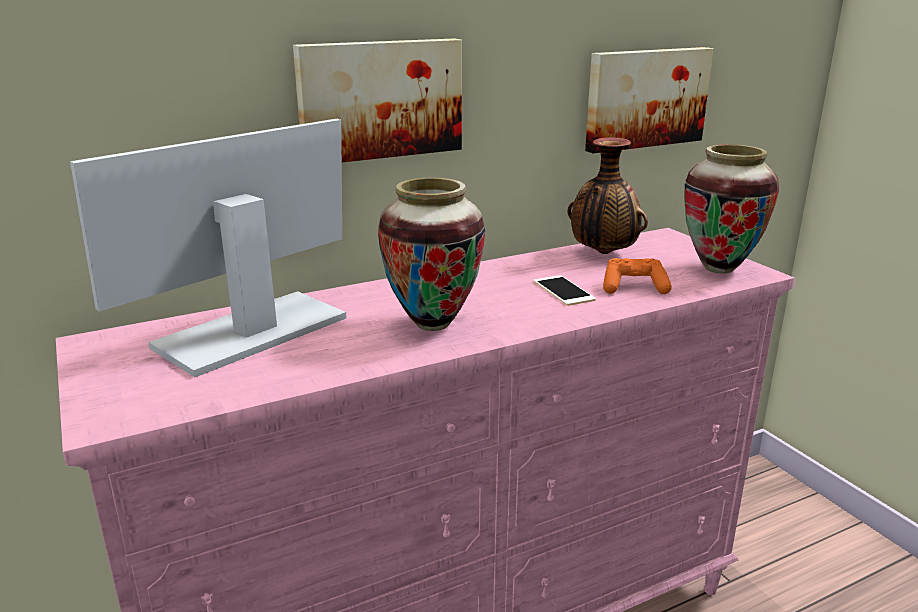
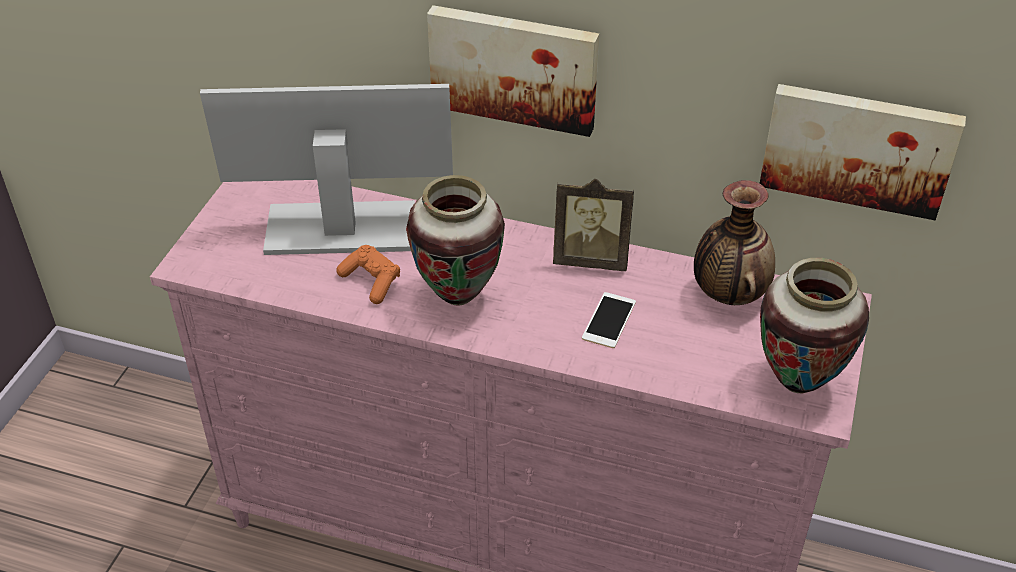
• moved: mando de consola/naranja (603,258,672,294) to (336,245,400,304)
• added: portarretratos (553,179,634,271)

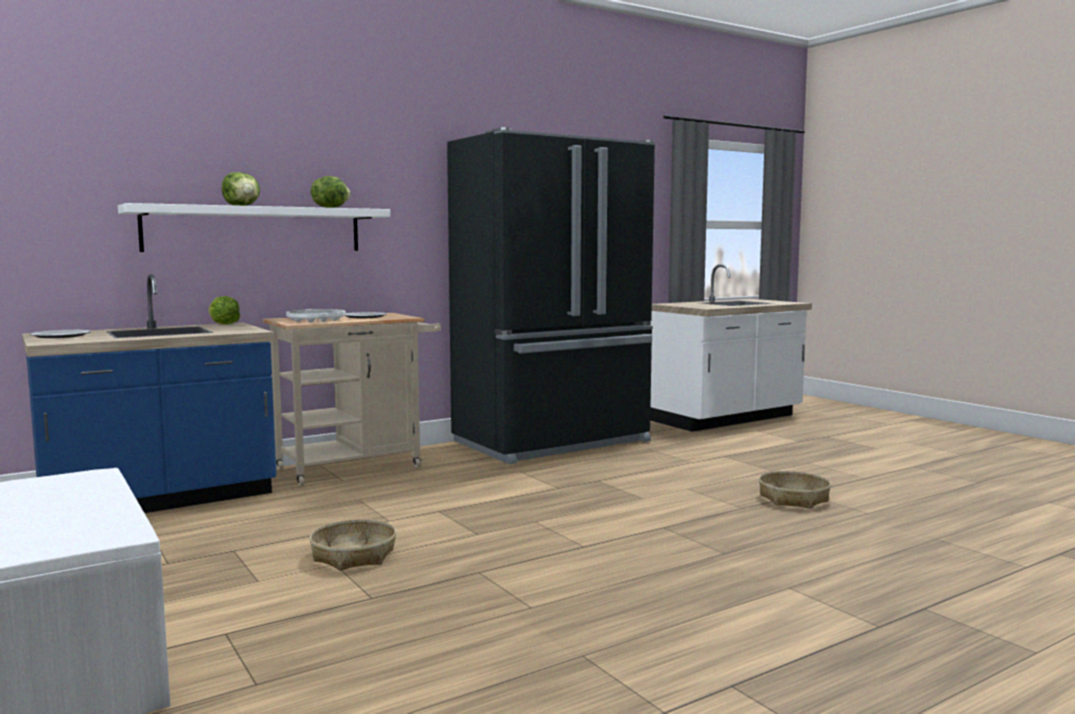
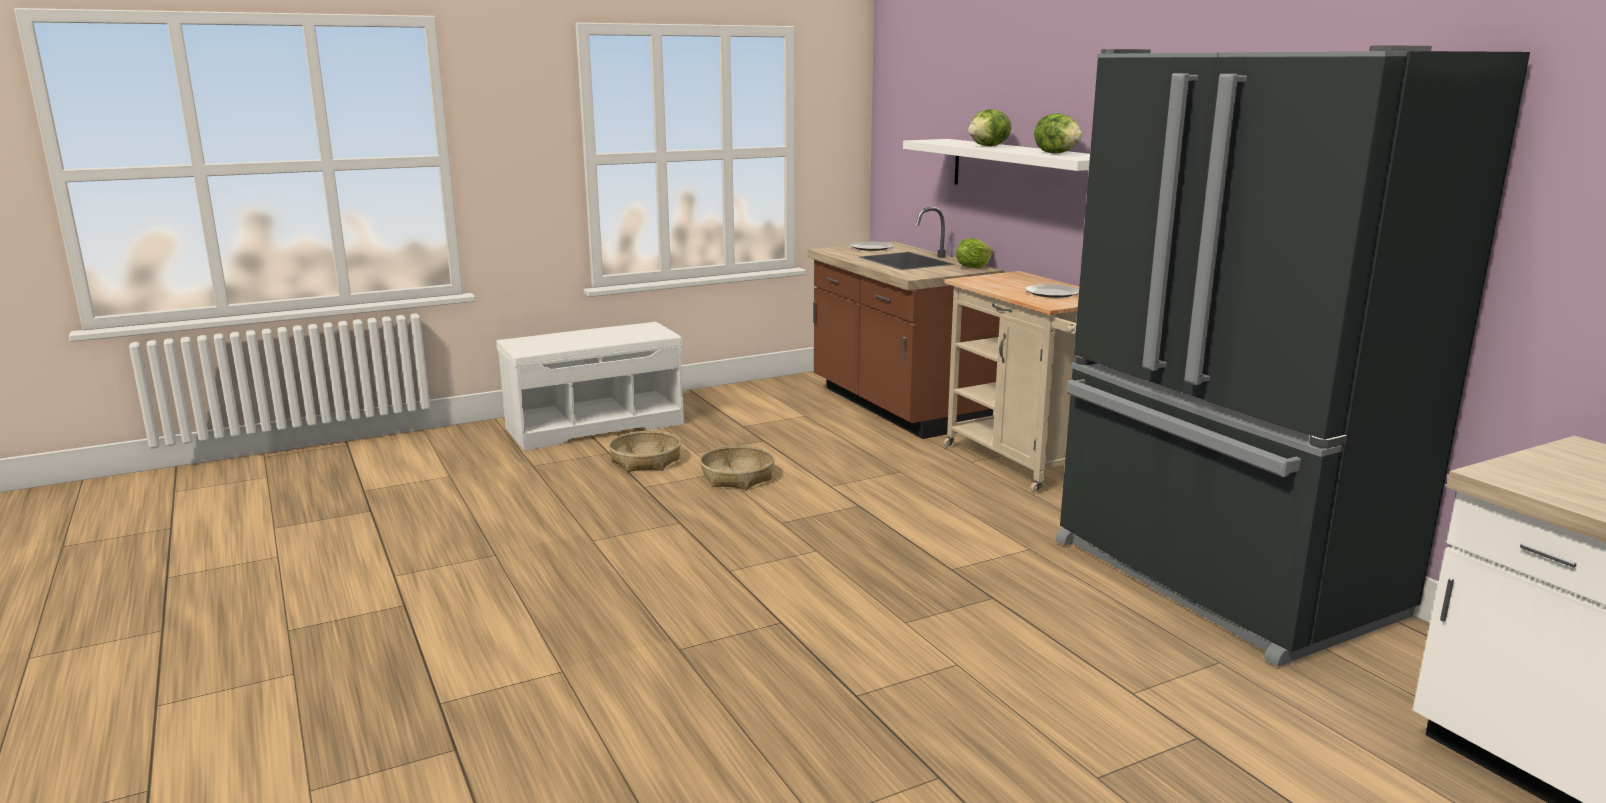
• recoloured: mueble bajo de cocina/azul (22,274,276,513) to mueble bajo de cocina/marrón (807,207,1004,439)
• removed: bandeja/blanco (286,309,346,322)
• moved: cesta (759,471,831,509) to (609,431,681,472)

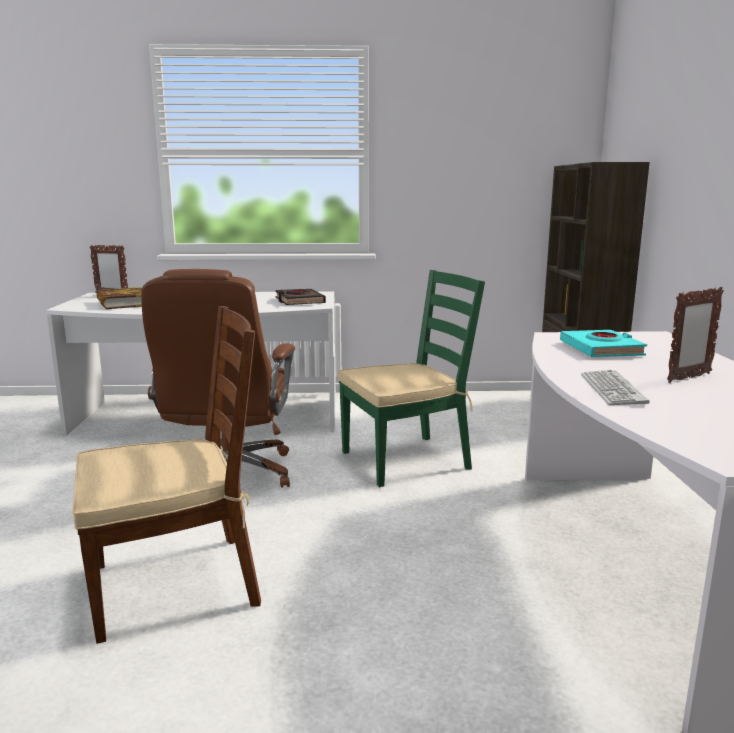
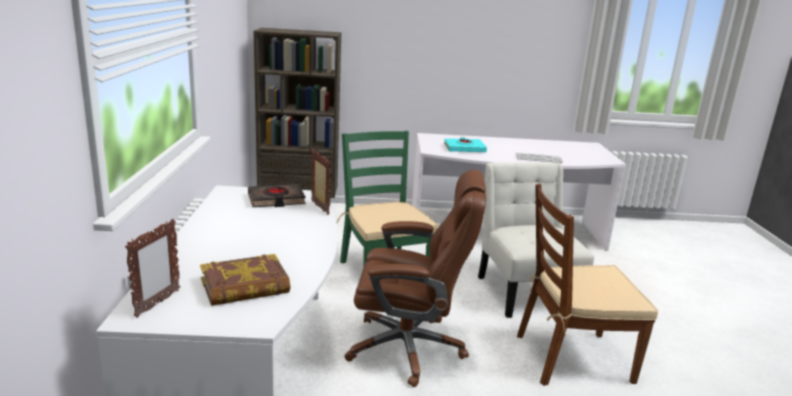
• turned: silla/marrón (72,306,261,644) = (517,184,659,386) 75 degrees counterclockwise
• moved: portarretratos (667,287,724,383) to (311,149,331,215)
• added: silla/blanco (478,162,594,318)

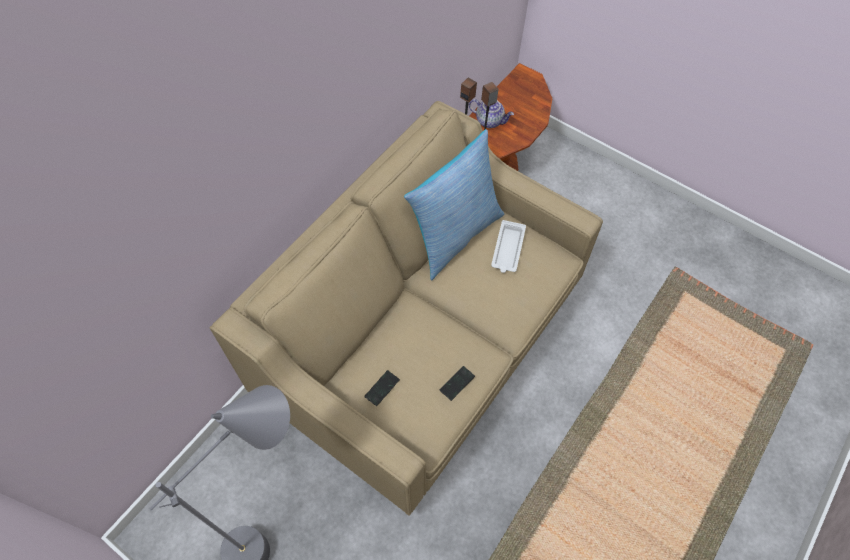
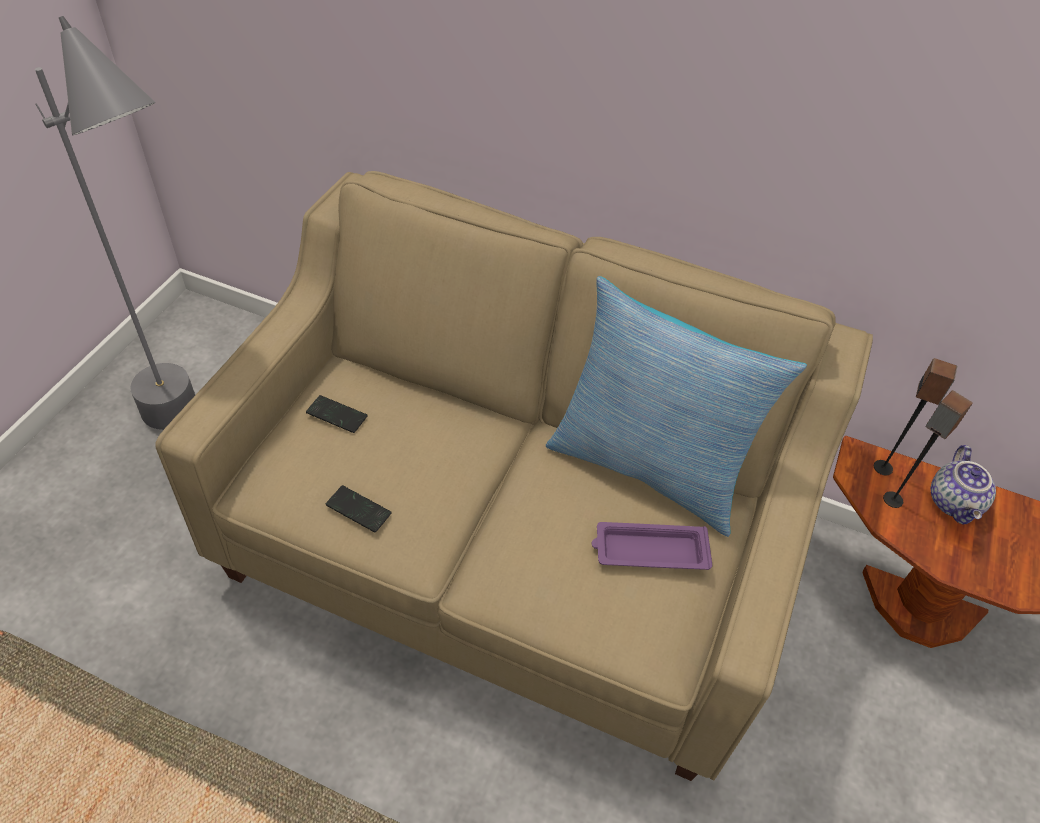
• recoloured: bandeja/blanco (491,220,526,273) to bandeja/morado (592,522,712,570)

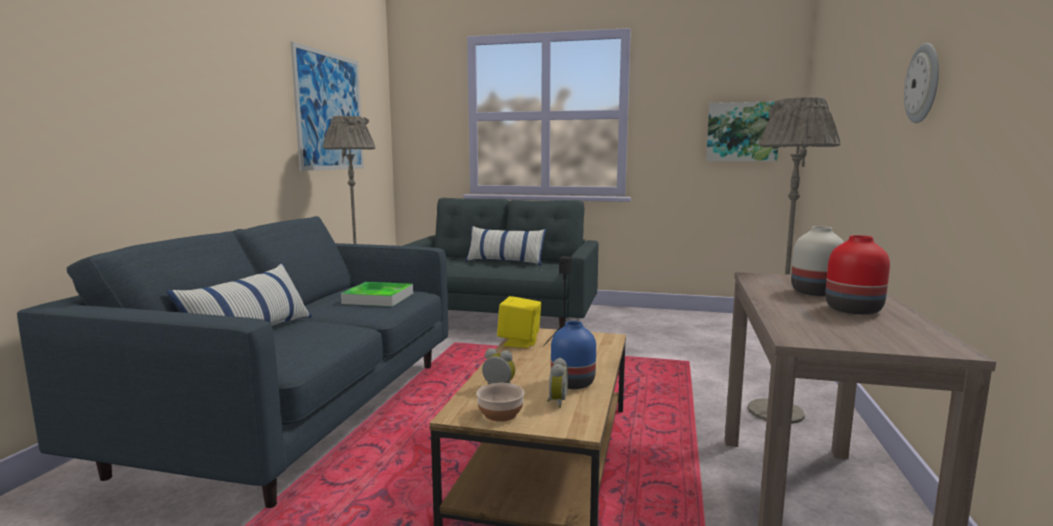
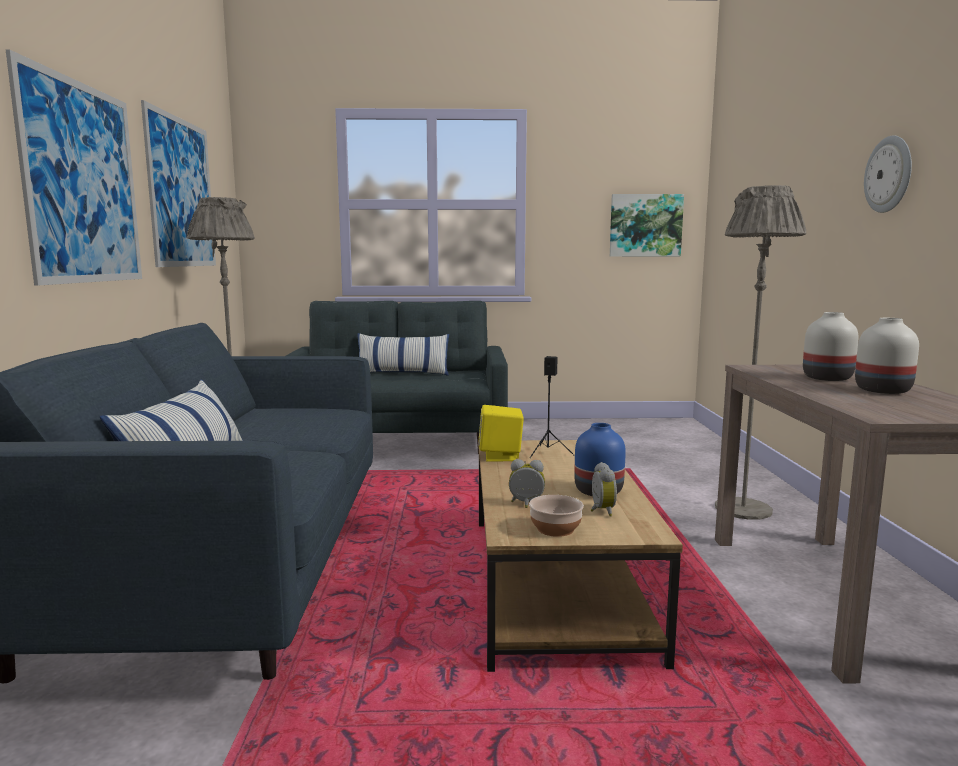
• removed: bandeja (341,282,413,307)
• recoloured: florero/rojo (825,235,890,315) to florero/blanco (855,318,919,394)
• added: cuadro (6,49,142,286)

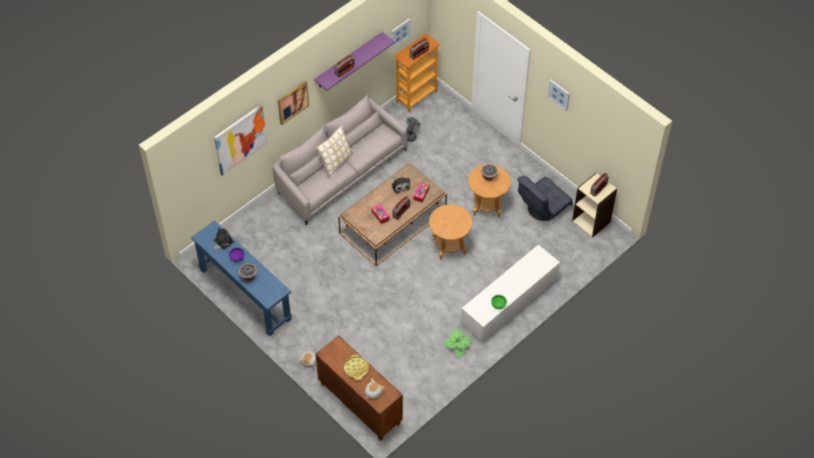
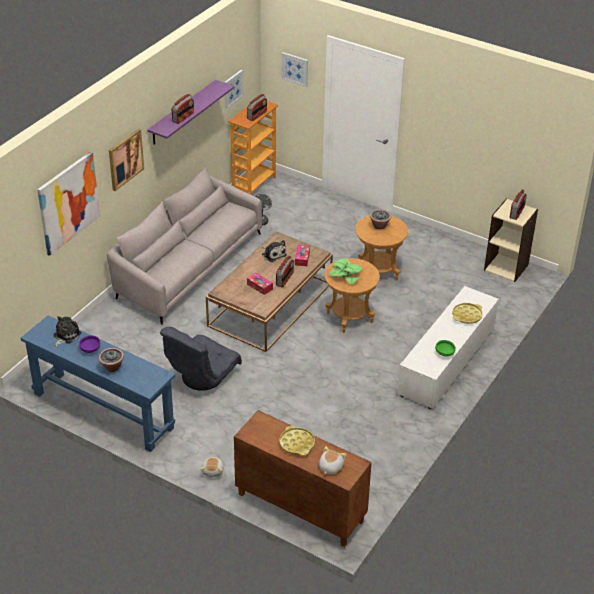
• removed: cojín/beis (316,125,353,177)
• moved: planta en maceta (443,329,472,357) to (329,259,362,285)
• moved: sillón/gris (517,176,573,221) to (160,327,242,391)
• moved: cuadro (547,79,570,111) to (281,52,308,87)
• added: bandeja/amarillo (452,303,483,324)

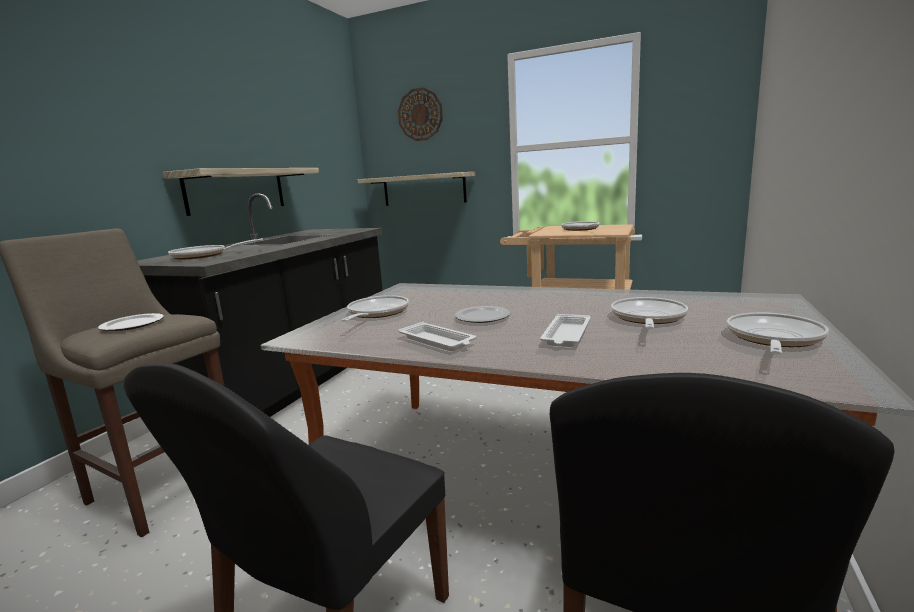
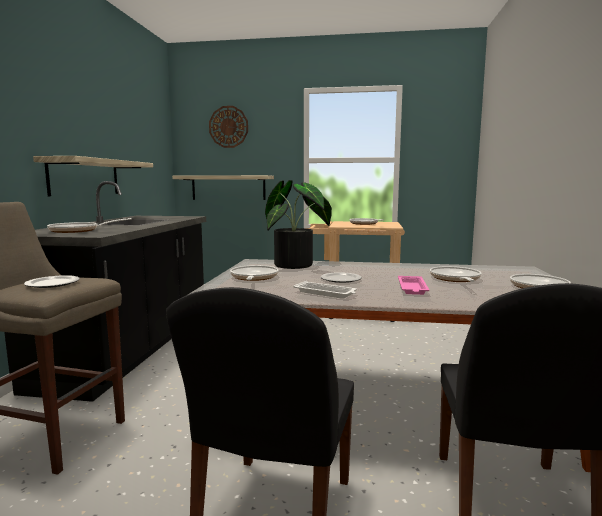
• recoloured: bandeja/blanco (540,314,591,347) to bandeja/rosa (398,276,429,295)
• added: planta en maceta (265,180,332,269)

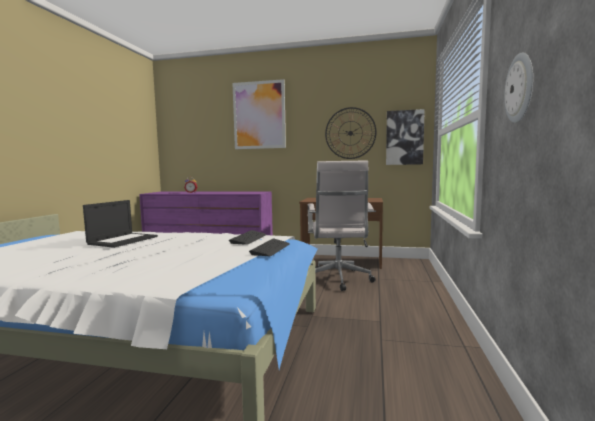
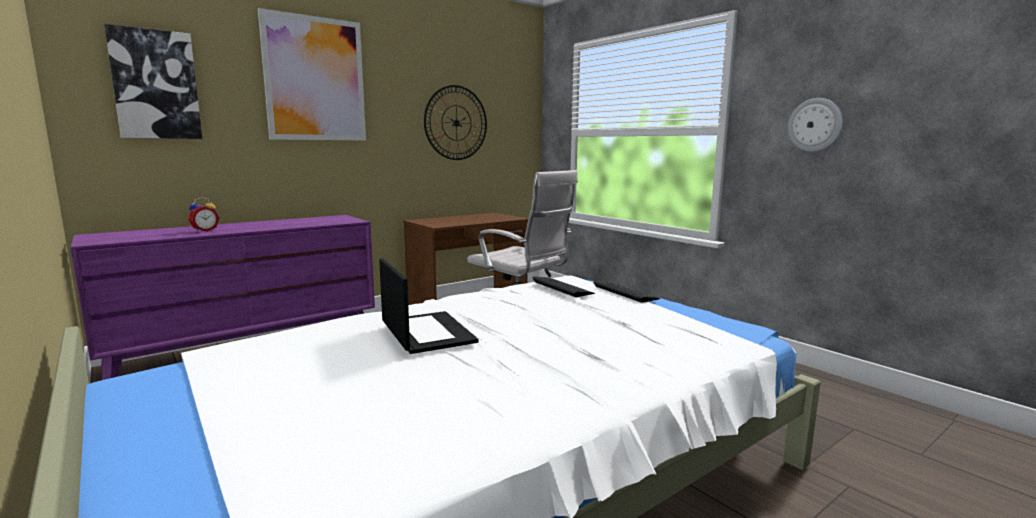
• moved: cuadro (386,109,425,165) to (104,24,202,139)

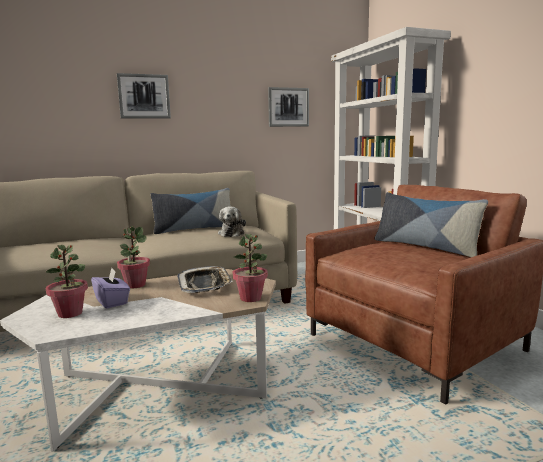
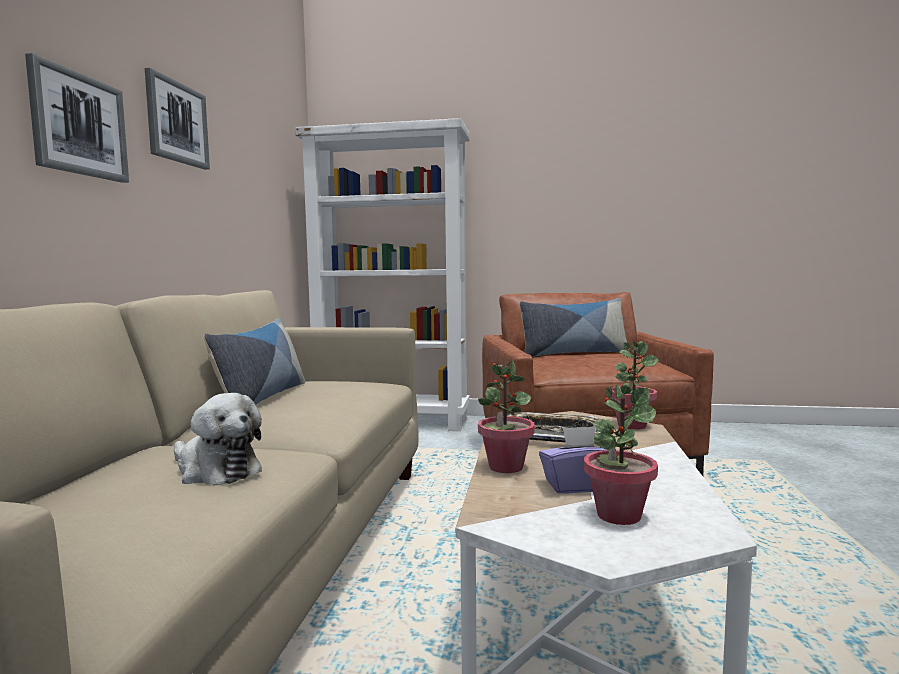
• moved: peluche (218,206,246,237) to (174,393,262,486)
• moved: cuadro (268,87,309,127) to (145,68,210,170)

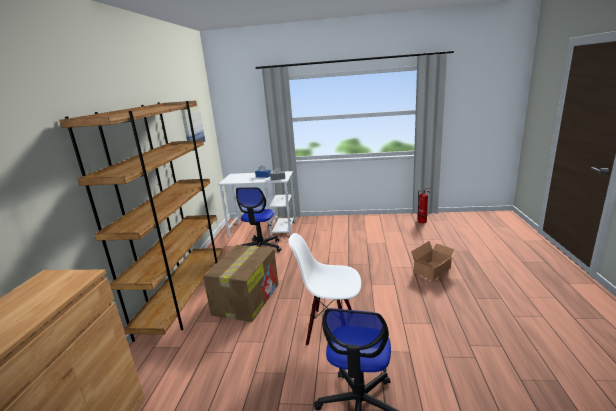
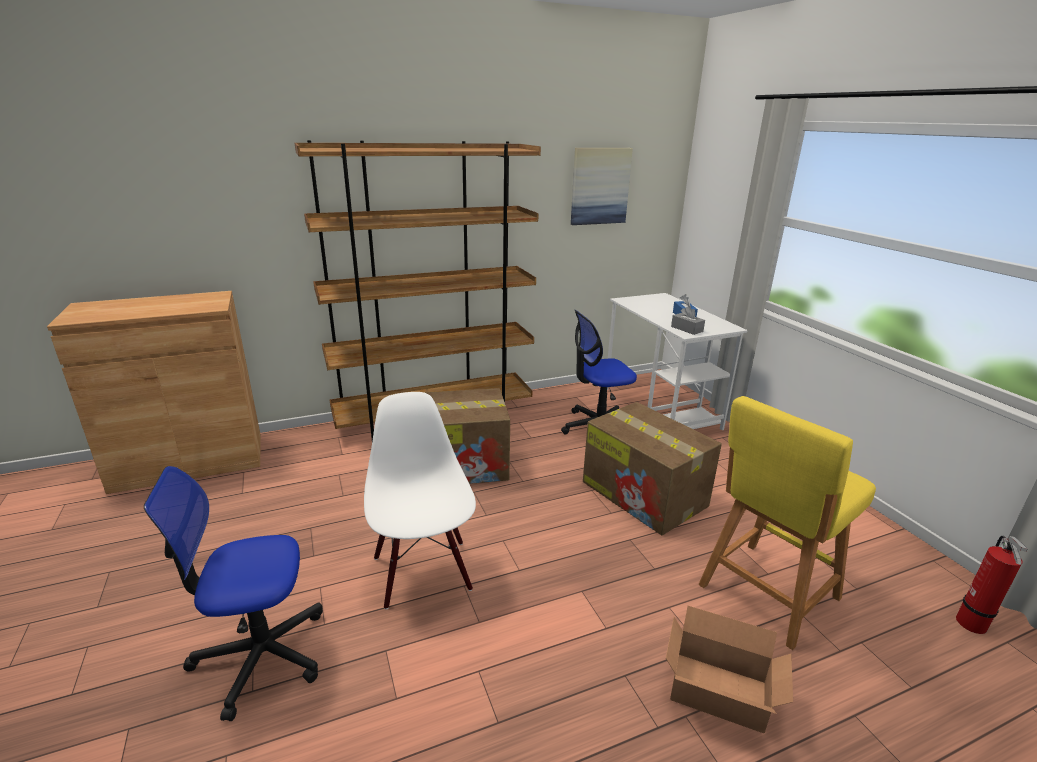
• added: caja de cartón (583,402,722,535)
• added: taburete/amarillo (699,396,876,650)

